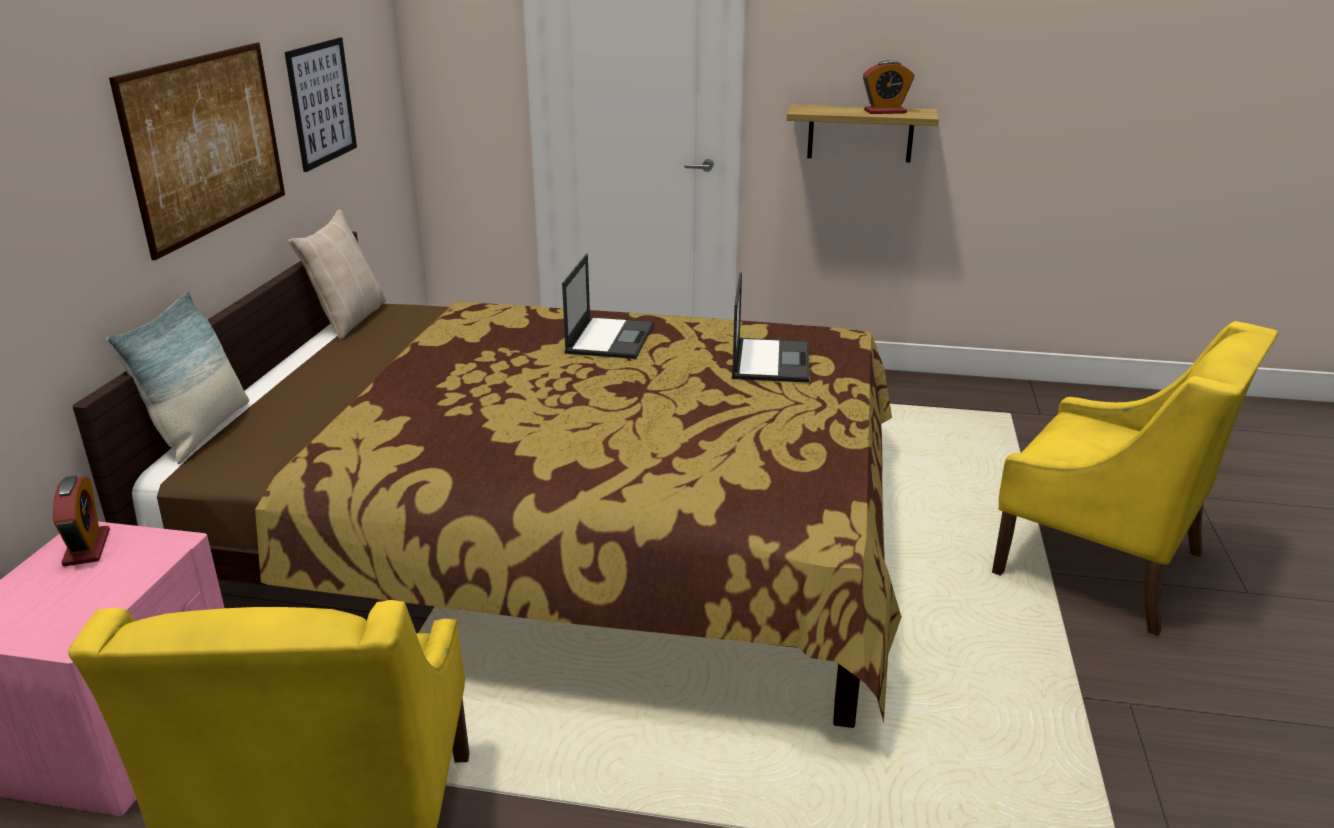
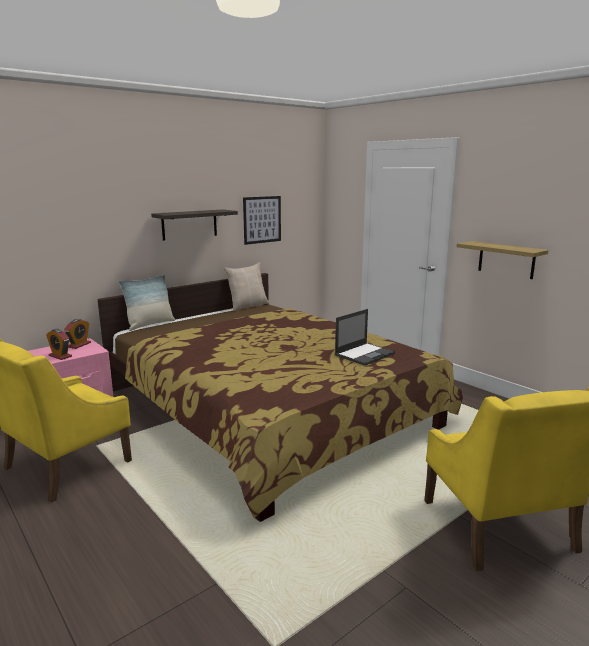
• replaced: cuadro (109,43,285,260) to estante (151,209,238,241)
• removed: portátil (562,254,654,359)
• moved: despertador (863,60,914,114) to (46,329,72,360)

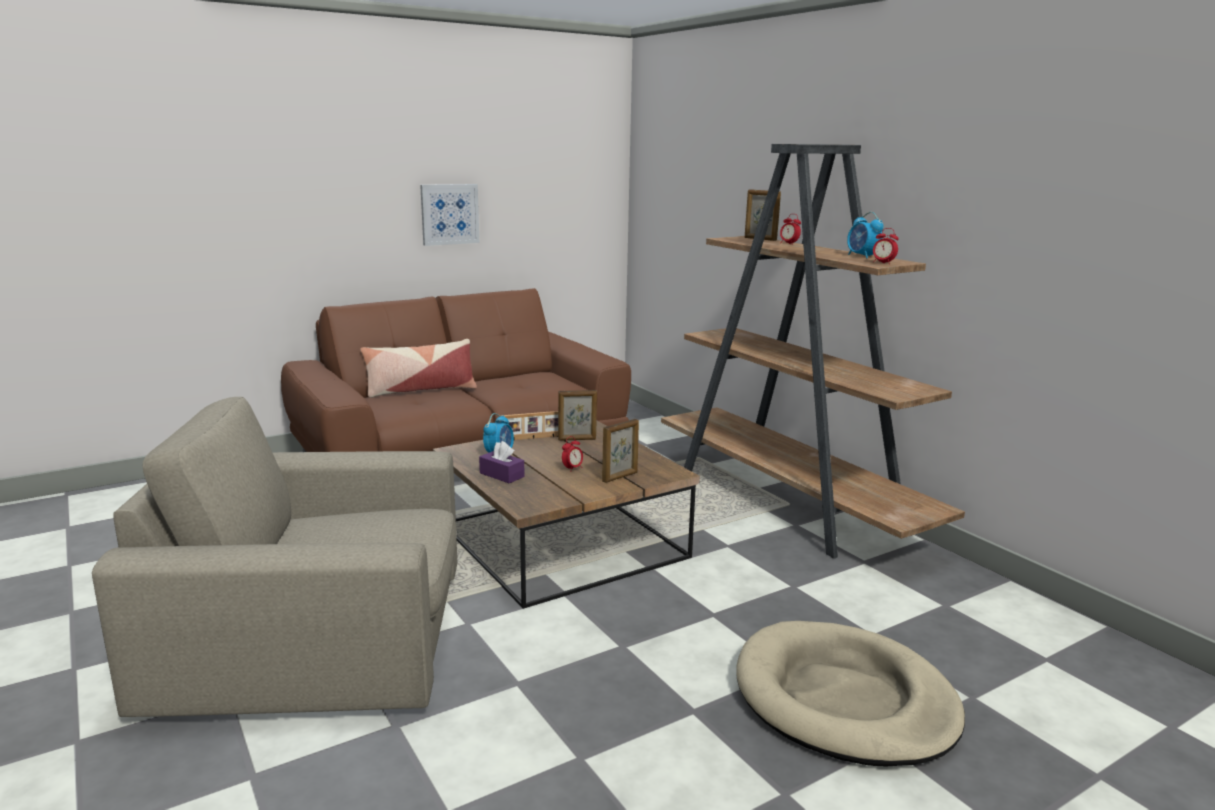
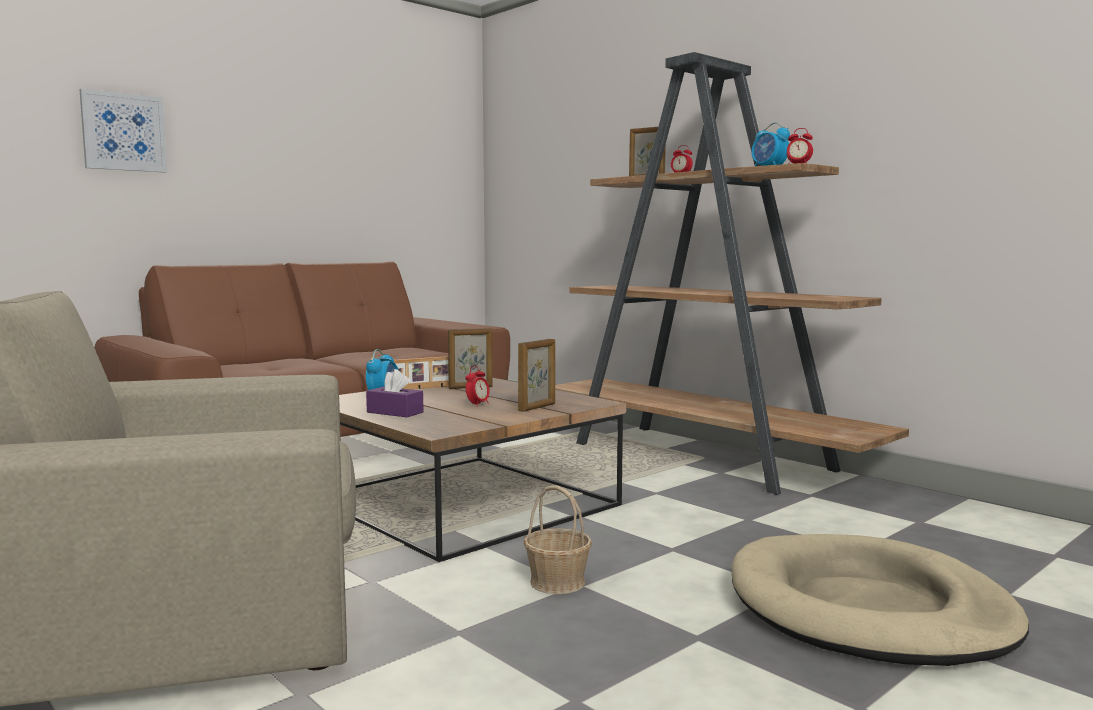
• removed: cojín (360,339,477,398)
• moved: cuadro (420,184,479,246) to (79,88,167,172)
• added: cesta (524,485,592,594)

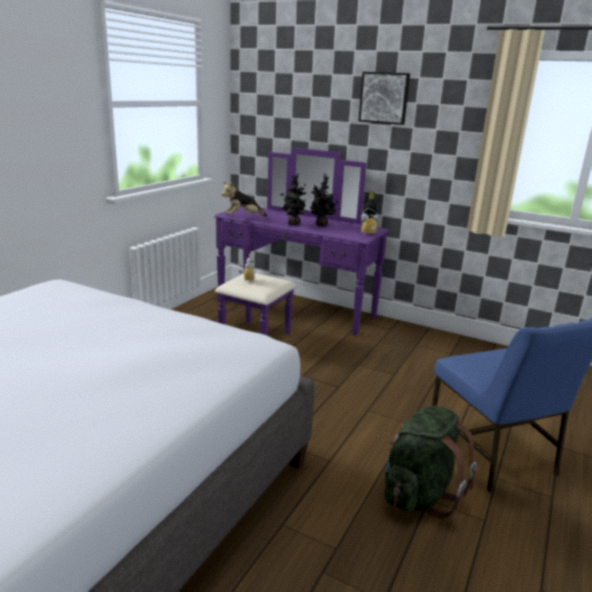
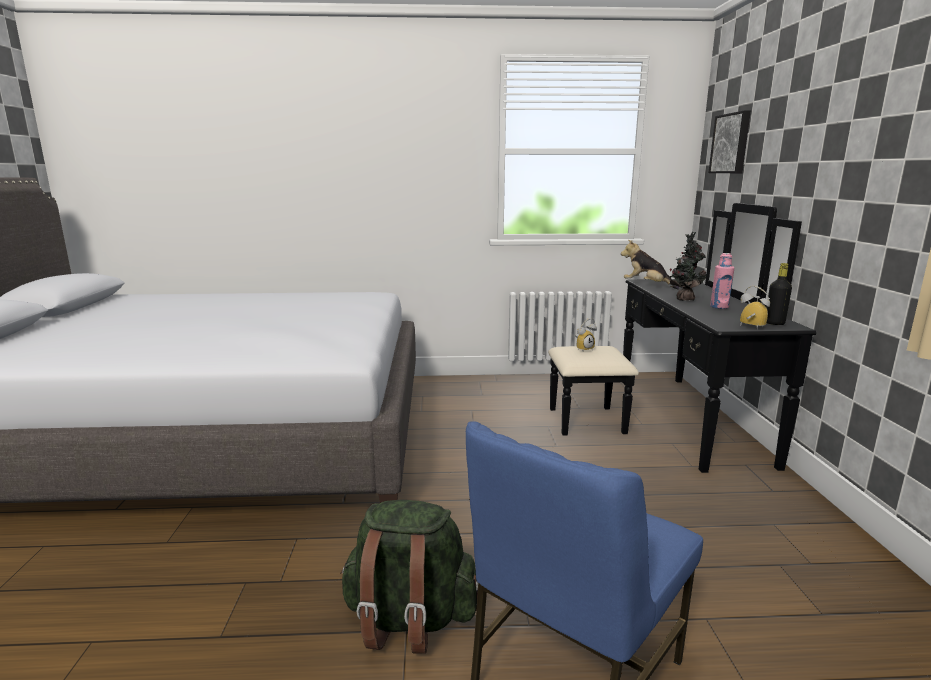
• recoloured: cómoda/morado (214,148,390,336) to cómoda/negro (548,203,816,473)
• replaced: planta en maceta (310,174,338,226) to botella/rosa (710,253,734,309)
• moved: cuadro (358,72,410,125) to (708,110,751,173)

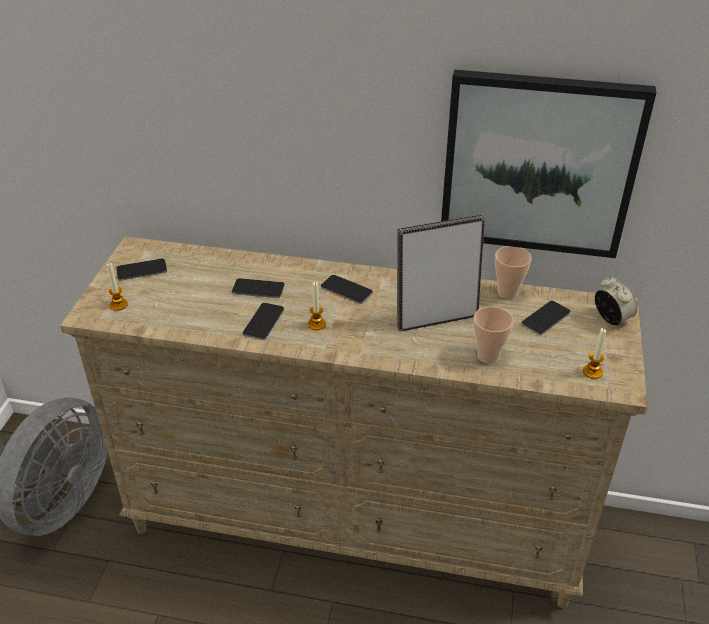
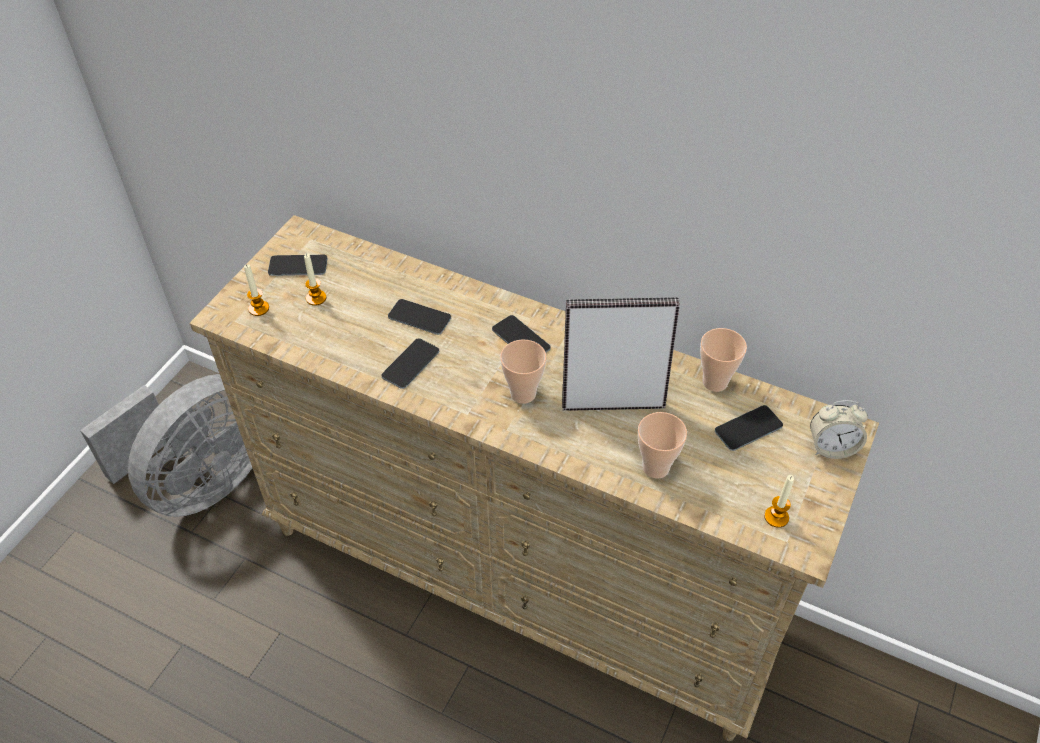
• moved: vela (308,281,326,330) to (304,253,326,306)
• removed: cuadro (441,70,656,258)
• turned: despertador (595,276,637,325) = (810,400,868,459) 105 degrees clockwise
• added: taza (500,339,547,404)

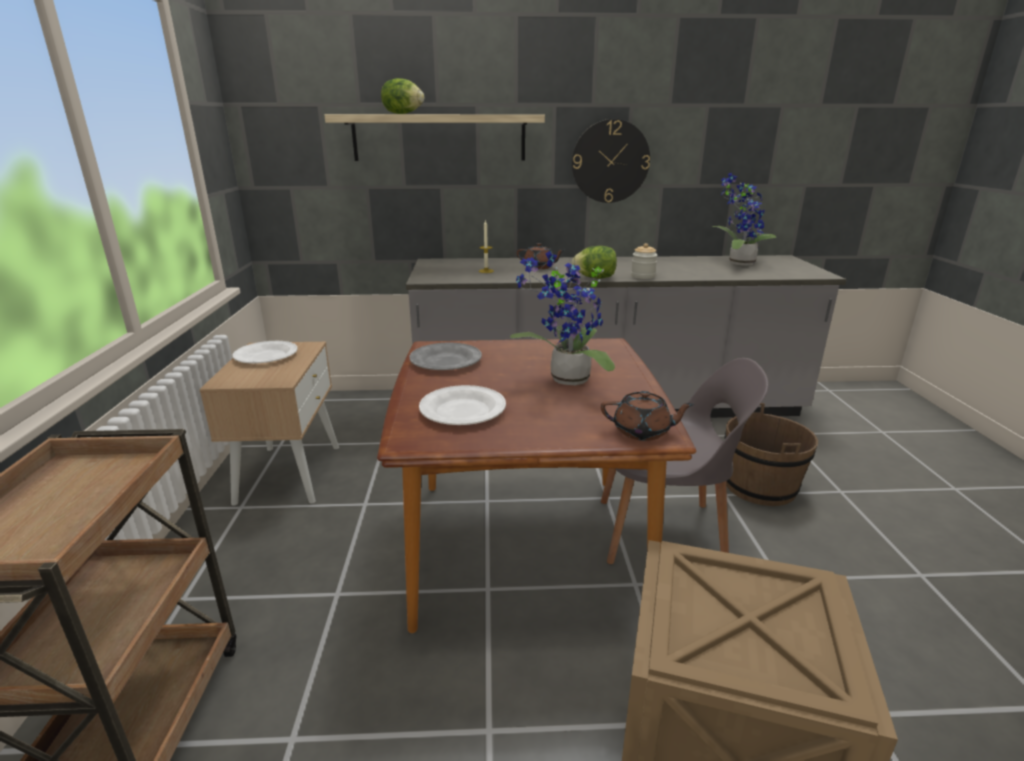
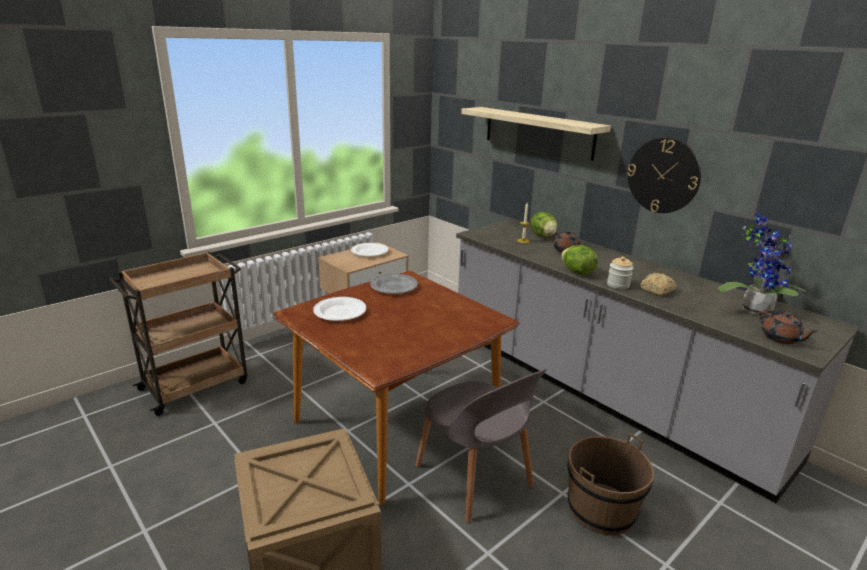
• moved: lechuga (381,78,424,114) to (531,212,557,237)
• removed: planta en maceta (510,251,615,385)
• moved: tetera/marrón (601,391,695,441) to (758,311,819,344)
• added: pan (640,273,676,296)

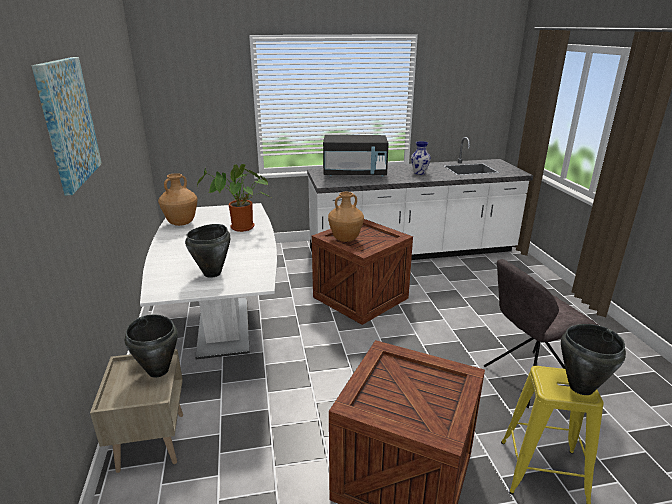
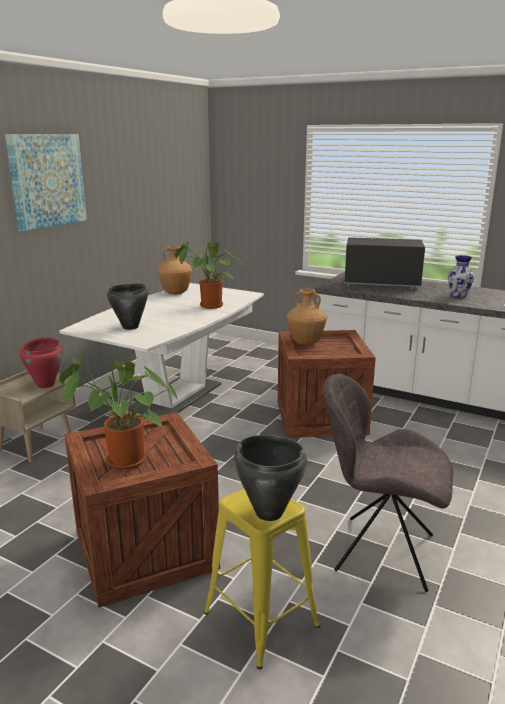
• recoloured: olla/negro (125,314,178,377) to olla/rojo (20,337,63,388)
• turned: microondas/negro (323,135,389,176) = (344,237,425,289) 150 degrees clockwise
• added: planta en maceta (59,355,178,469)

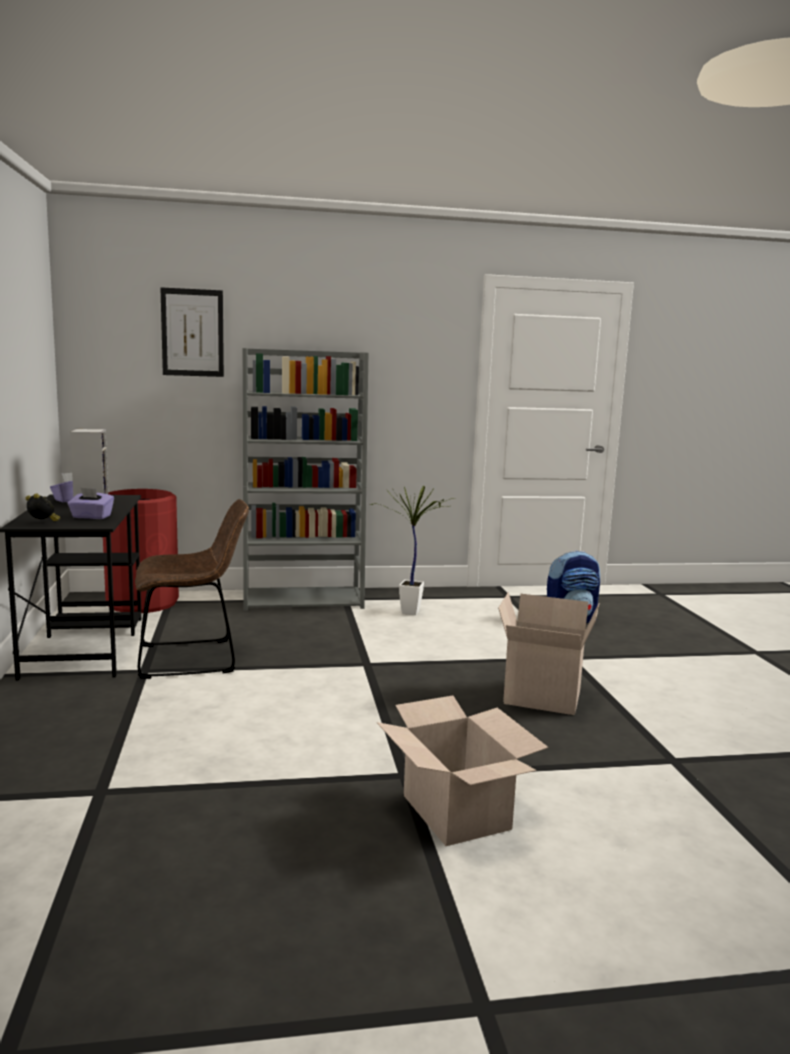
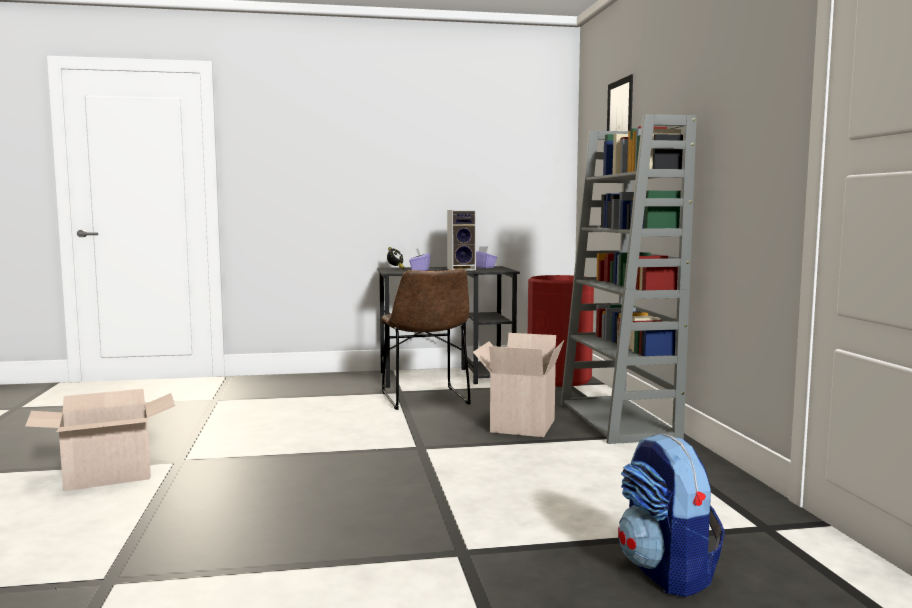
• removed: planta en maceta (370,485,454,615)
• moved: caja de cartón (498,592,599,715) to (473,333,564,437)

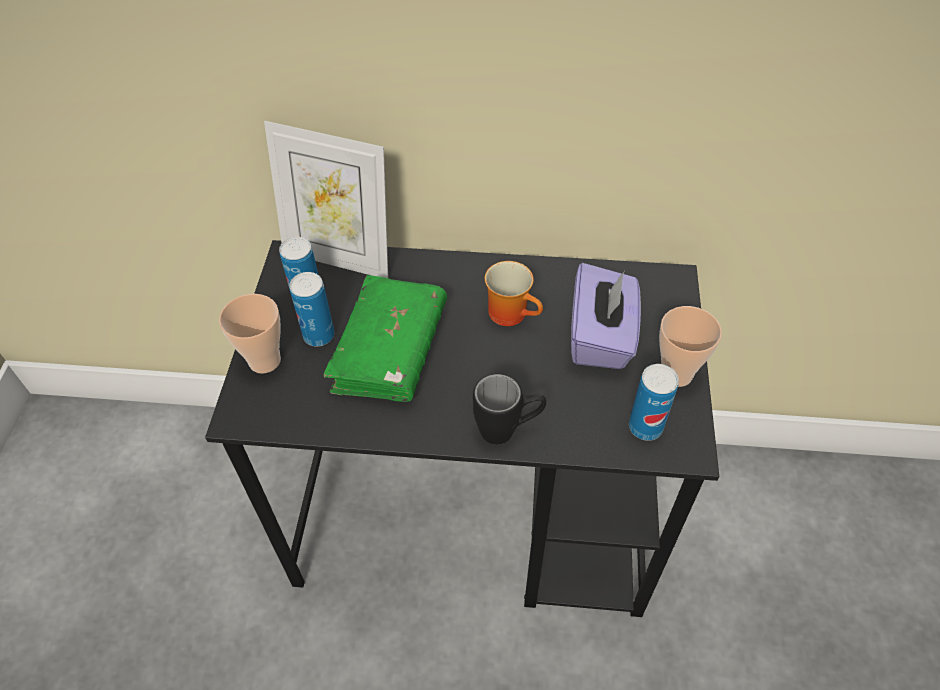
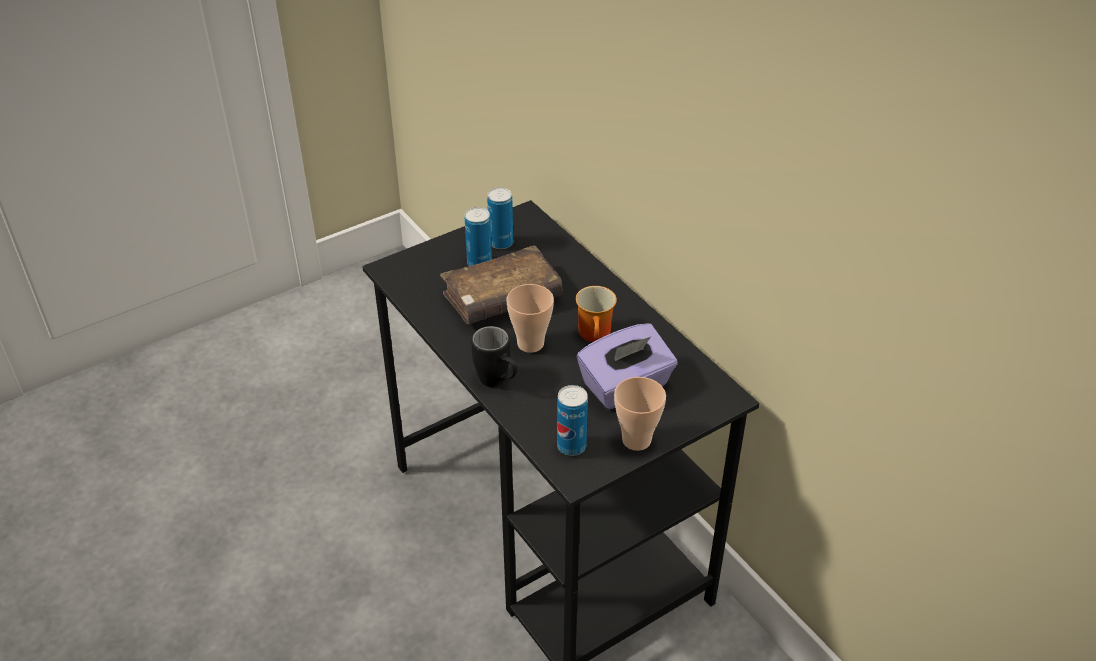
• moved: taza (219,294,281,374) to (506,284,554,353)
• removed: portarretratos (264,121,388,278)
• recoloured: libro/verde (323,275,447,402) to libro/marrón (440,245,563,324)

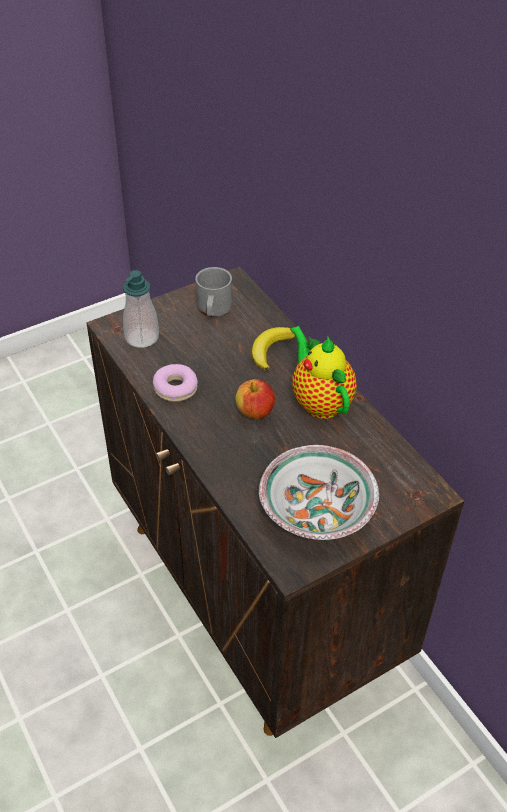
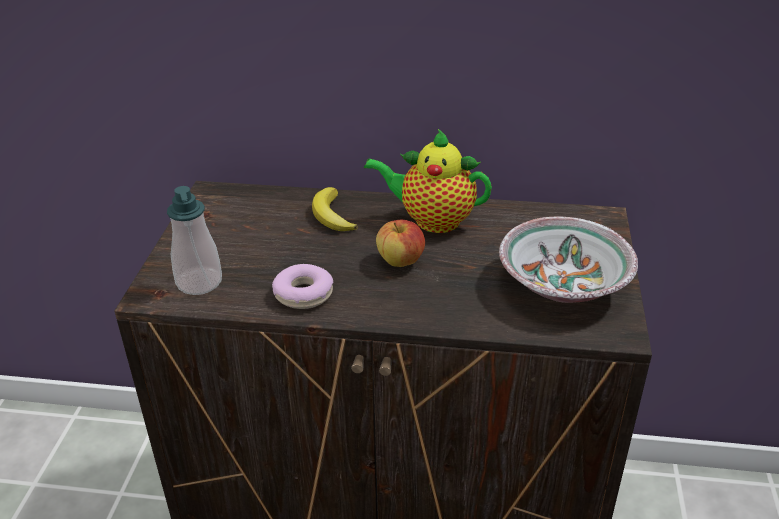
• removed: taza grande/gris (195,267,232,317)

